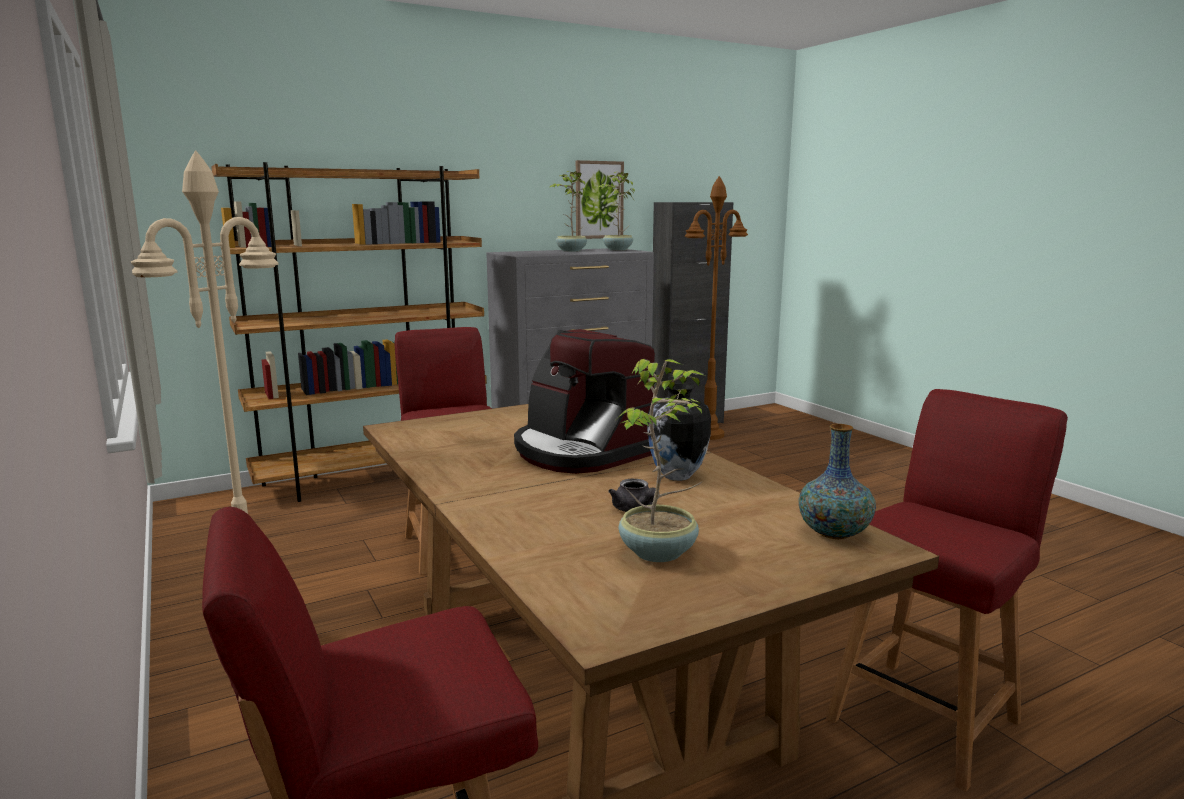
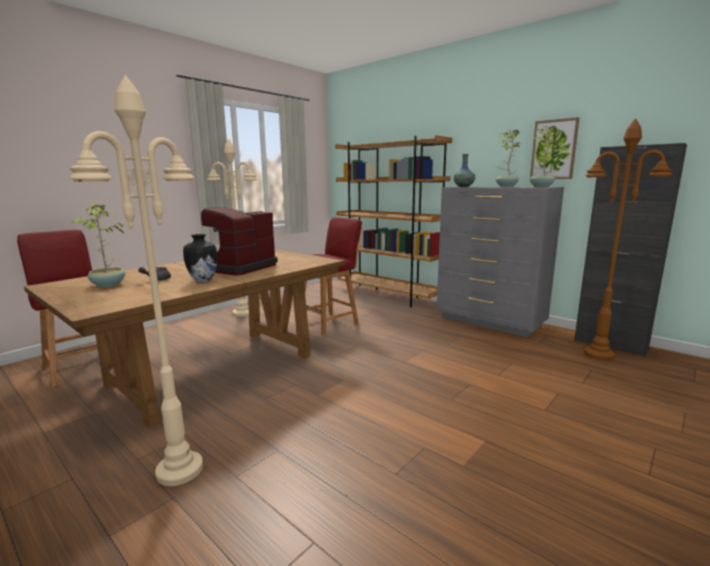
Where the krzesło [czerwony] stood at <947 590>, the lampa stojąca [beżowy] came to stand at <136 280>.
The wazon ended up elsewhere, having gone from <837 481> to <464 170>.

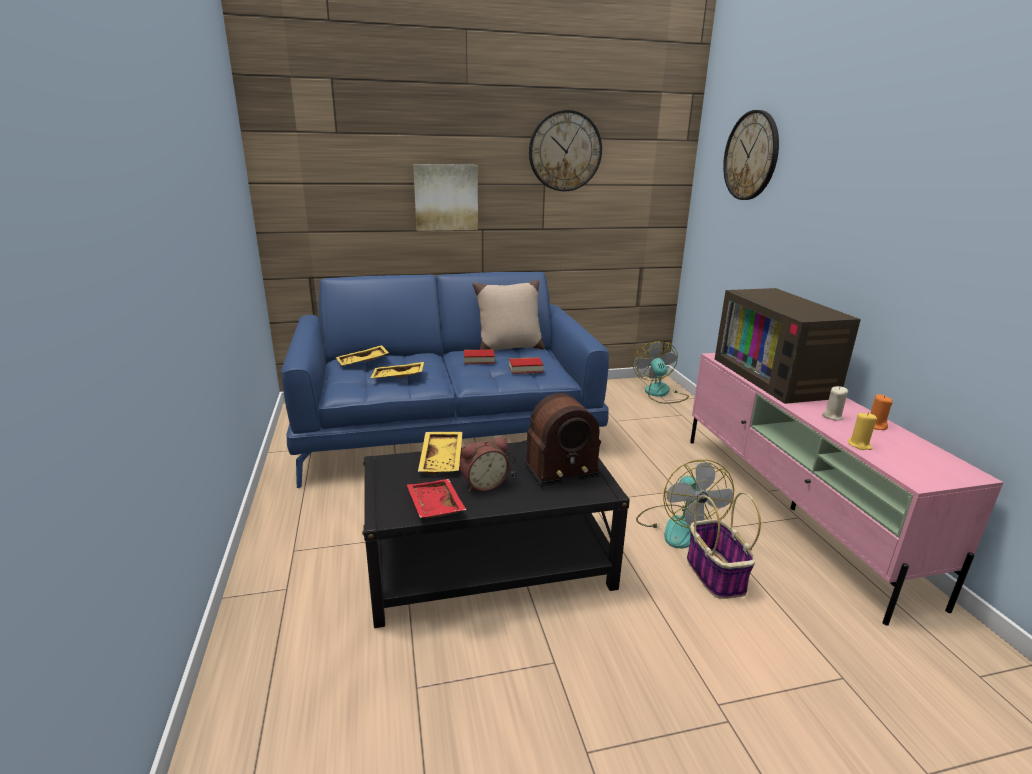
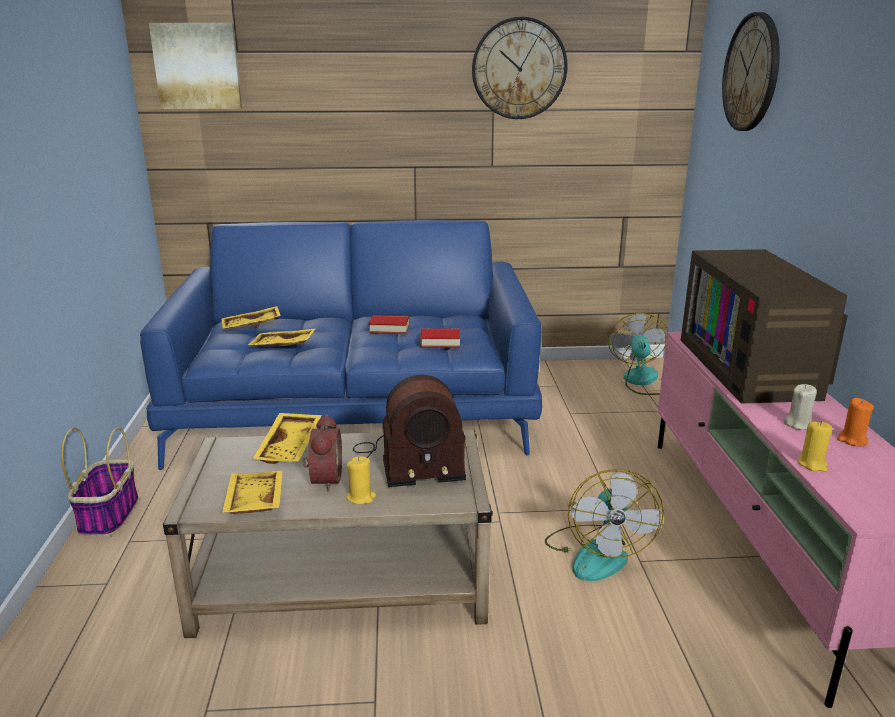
The obraz ended up elsewhere, having gone from <445 197> to <195 66>.
The second view lost the poduszka [beżowy] at <508 315>.
The budzik at <485 464> ended up facing another way, 75 degrees counterclockwise from before.
What was the ława [czarny] at <496 534> turned into the ława [beżowy] at <328 533>.
What was the taca [czerwony] at <436 498> turned into the taca [żółty] at <252 492>.
The koszyk ended up elsewhere, having gone from <724 545> to <100 482>.
The second view gained the świeca [żółty] at <361 480>.

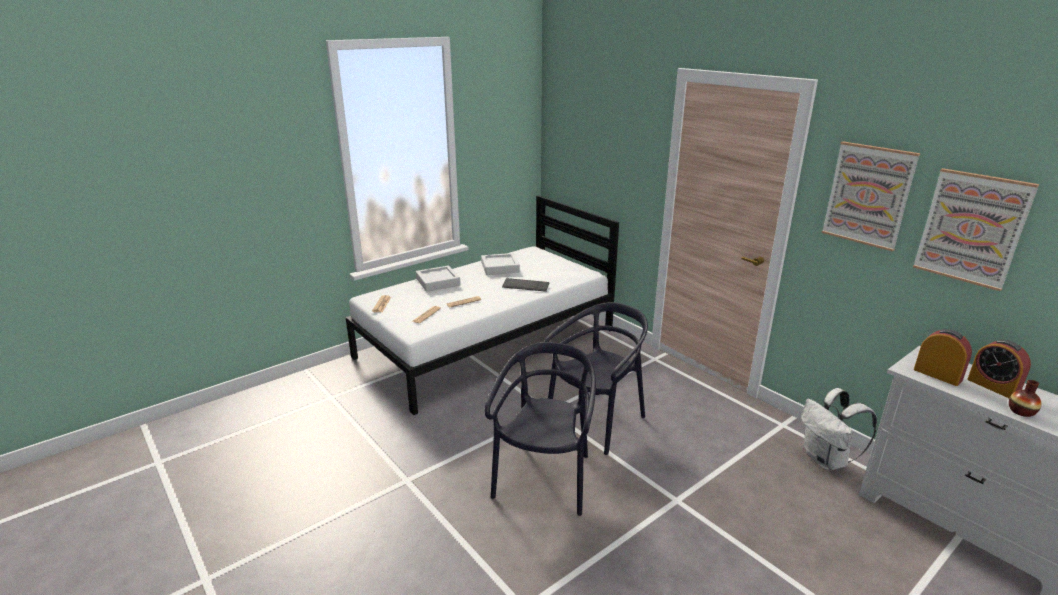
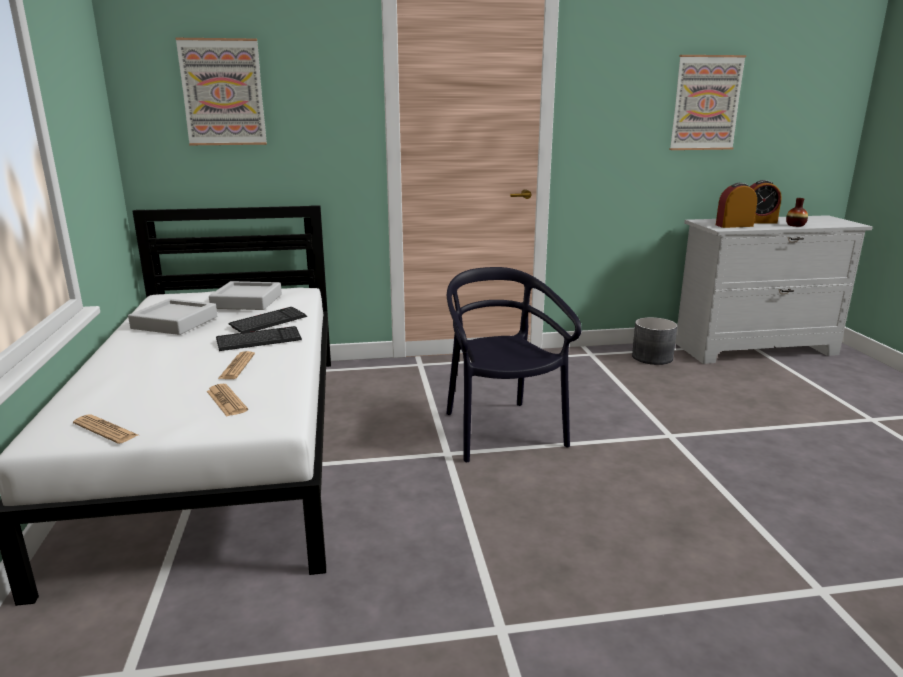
The obraz ended up elsewhere, having gone from <870 196> to <221 91>.
The taca [szary] ended up elsewhere, having gone from <438 278> to <245 295>.
The second view lost the krzesło [czarny] at <540 429>.
Where the plecak [biały] stood at <839 429>, the donica [szary] came to stand at <654 341>.
The second view gained the klawiatura at <259 338>.

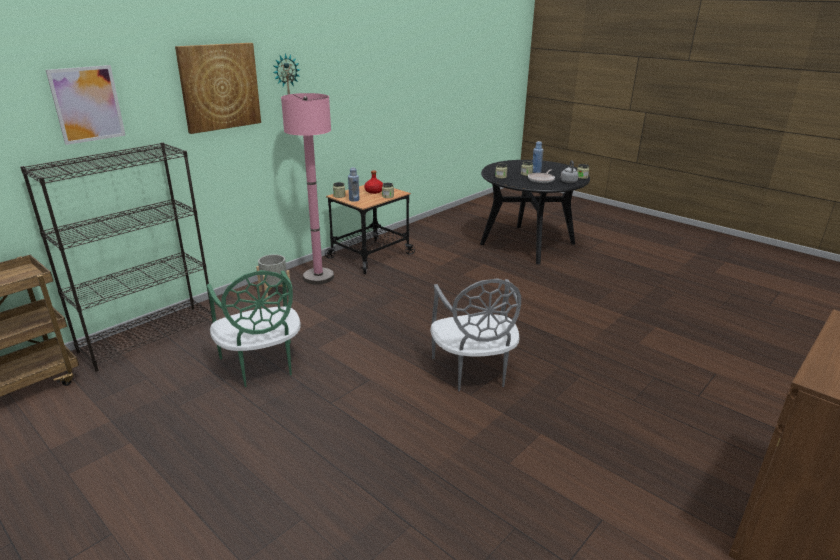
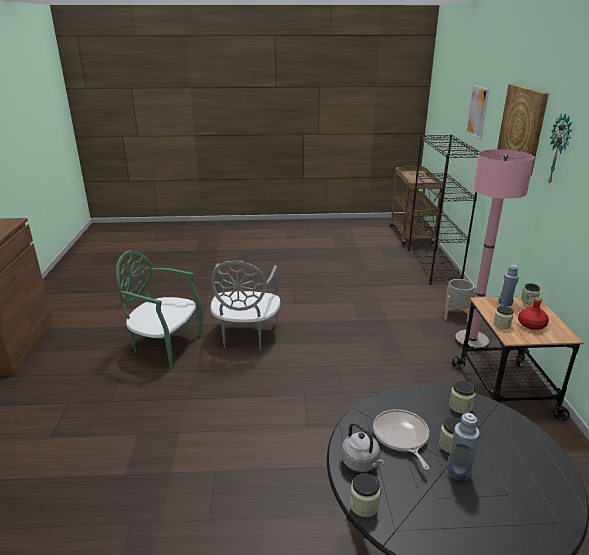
The krzesło [zielony] ended up elsewhere, having gone from <254 328> to <159 309>.
The krzesło [szary] at <475 335> ended up facing another way, 120 degrees counterclockwise from before.

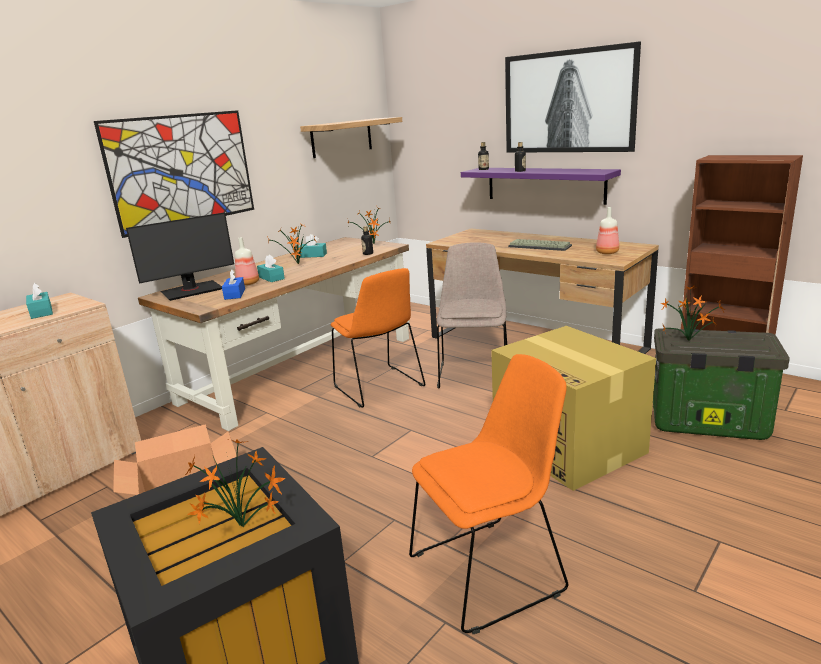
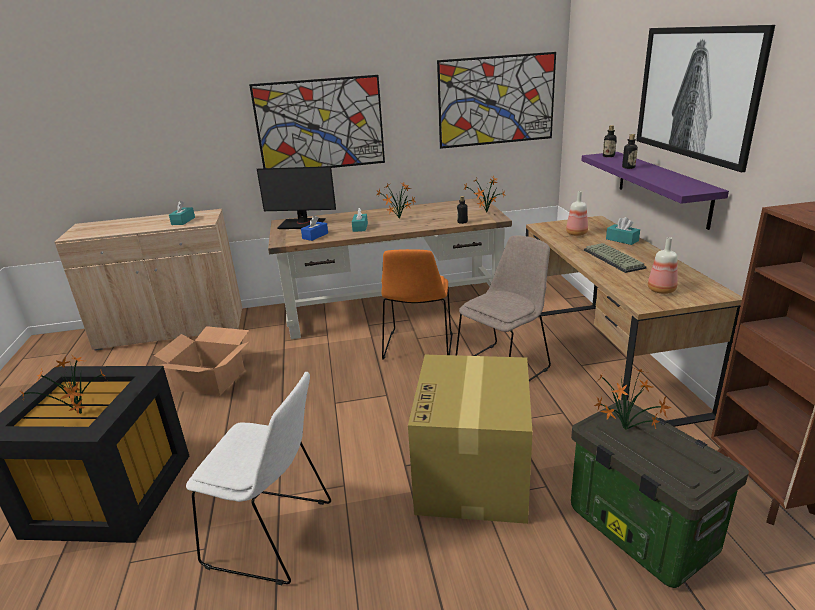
Where the półka hung at <351 137>, the obraz came to hang at <496 100>.
The pudełko chusteczek [turkusowy] ended up elsewhere, having gone from <312 246> to <623 231>.
The butelka ended up elsewhere, having gone from <247 261> to <577 213>.
What was the krzesło [pomarańczowy] at <488 494> turned into the krzesło [biały] at <258 478>.

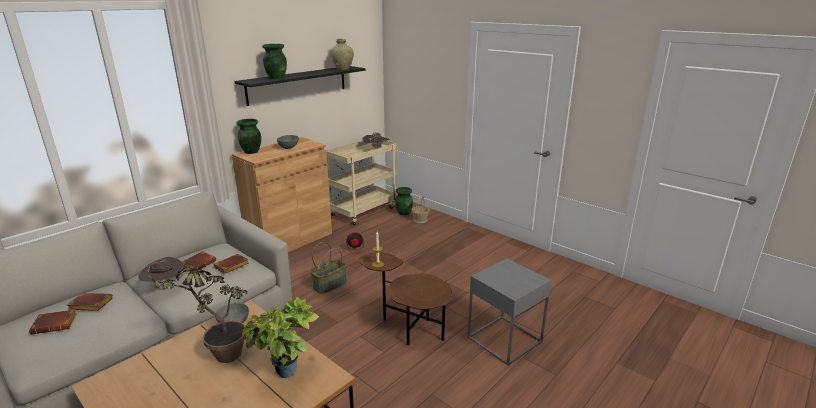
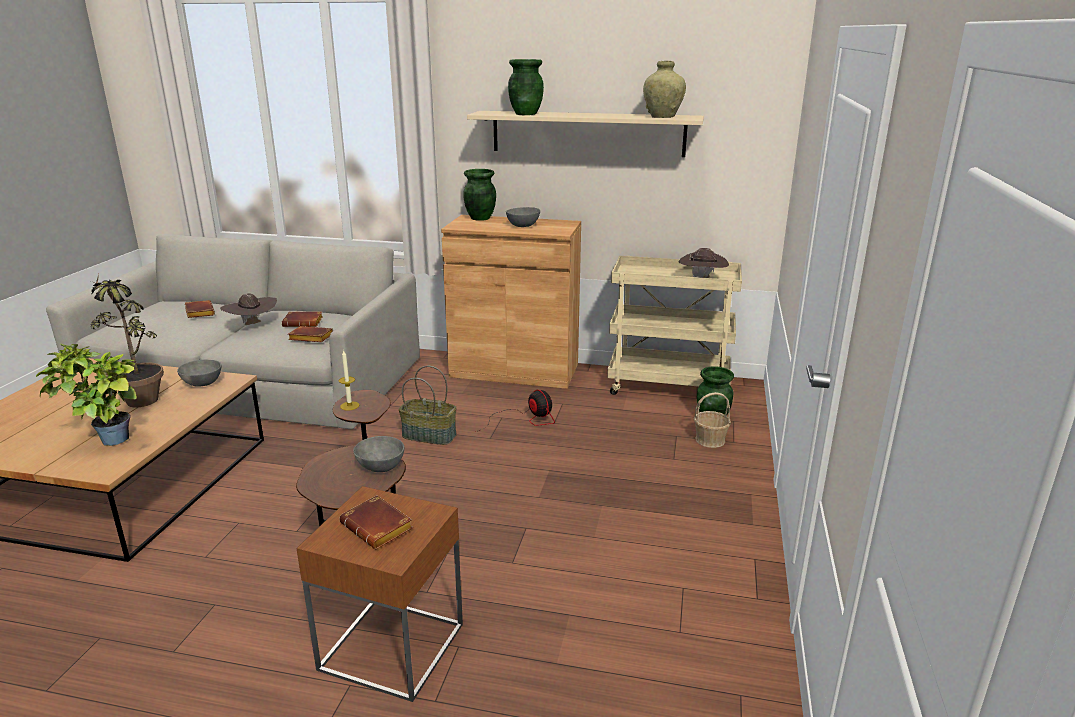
What was the półka [czarny] at <299 86> turned into the półka [beżowy] at <585 134>.
What was the stolik [szary] at <509 311> turned into the stolik [brązowy] at <379 594>.
The książka [brązowy] ended up elsewhere, having gone from <53 322> to <376 522>.
The second view gained the miska [szary] at <378 454>.

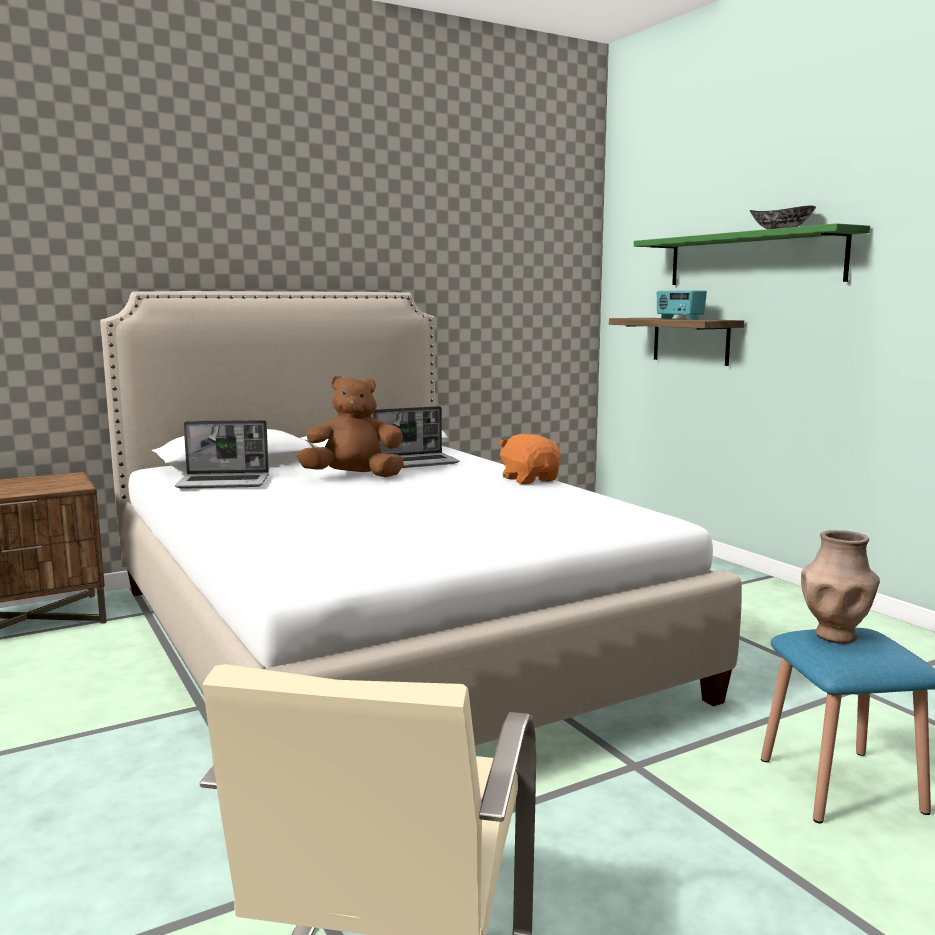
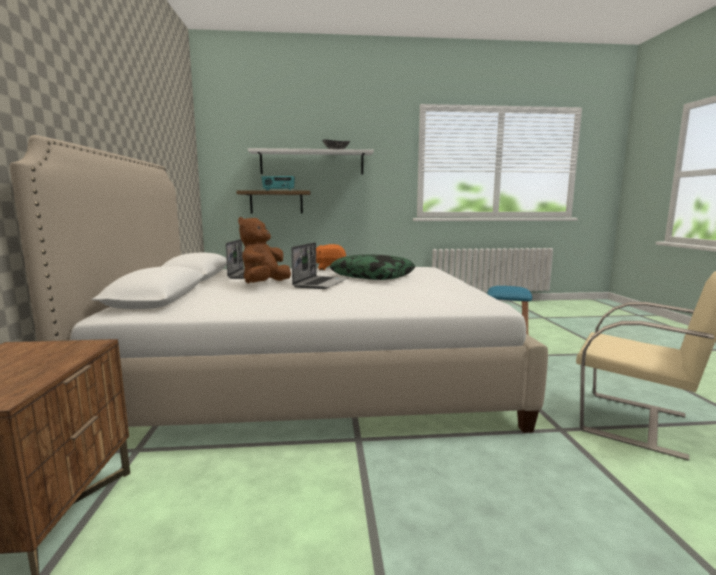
What was the półka [zielony] at <752 254> turned into the półka [biały] at <311 161>.
The laptop ended up elsewhere, having gone from <222 454> to <319 265>.
The second view lost the wazon [brązowy] at <840 587>.
The second view gained the poduszka at <372 267>.

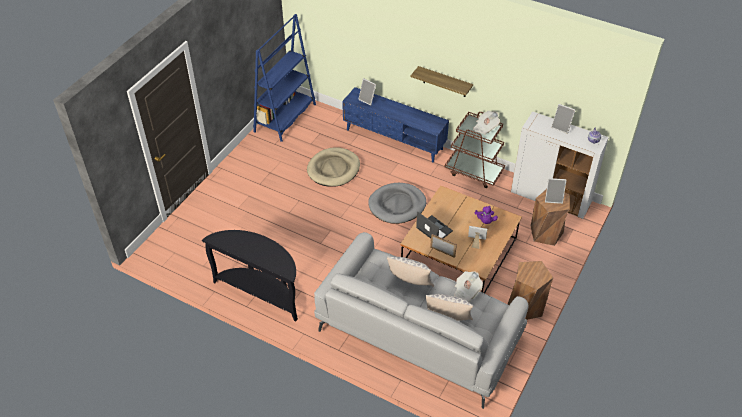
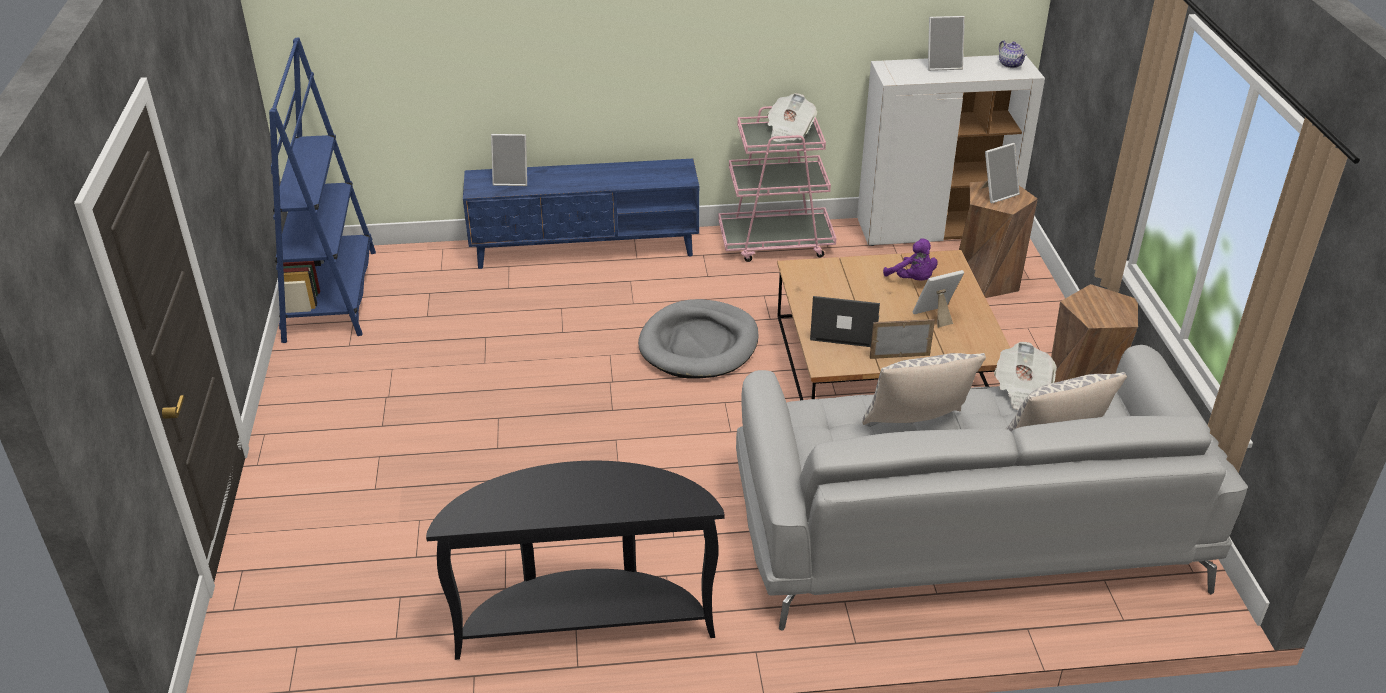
The second view lost the półka at <441 81>.
What was the wózek [brązowy] at <475 150> turned into the wózek [różowy] at <777 184>.
The second view lost the legowisko [beżowy] at <333 167>.

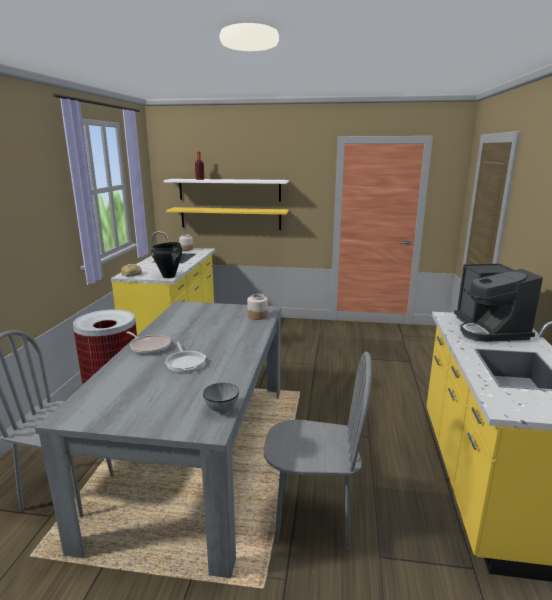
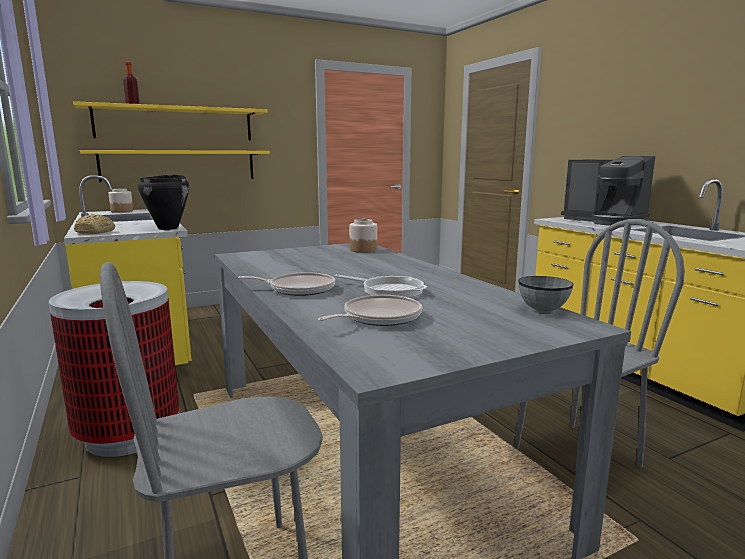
What was the półka [biały] at <226 190> turned into the półka [żółty] at <170 120>.
The second view gained the patelnia at <370 310>.

